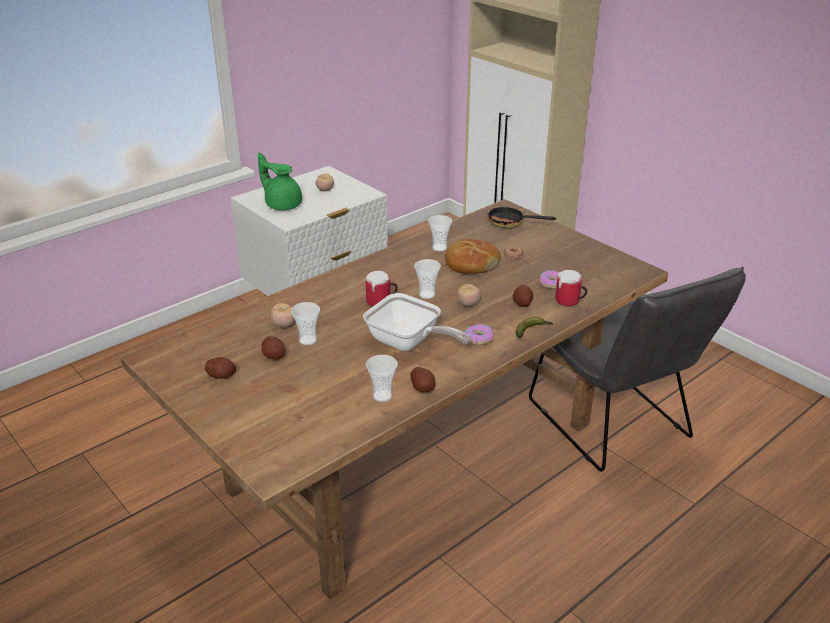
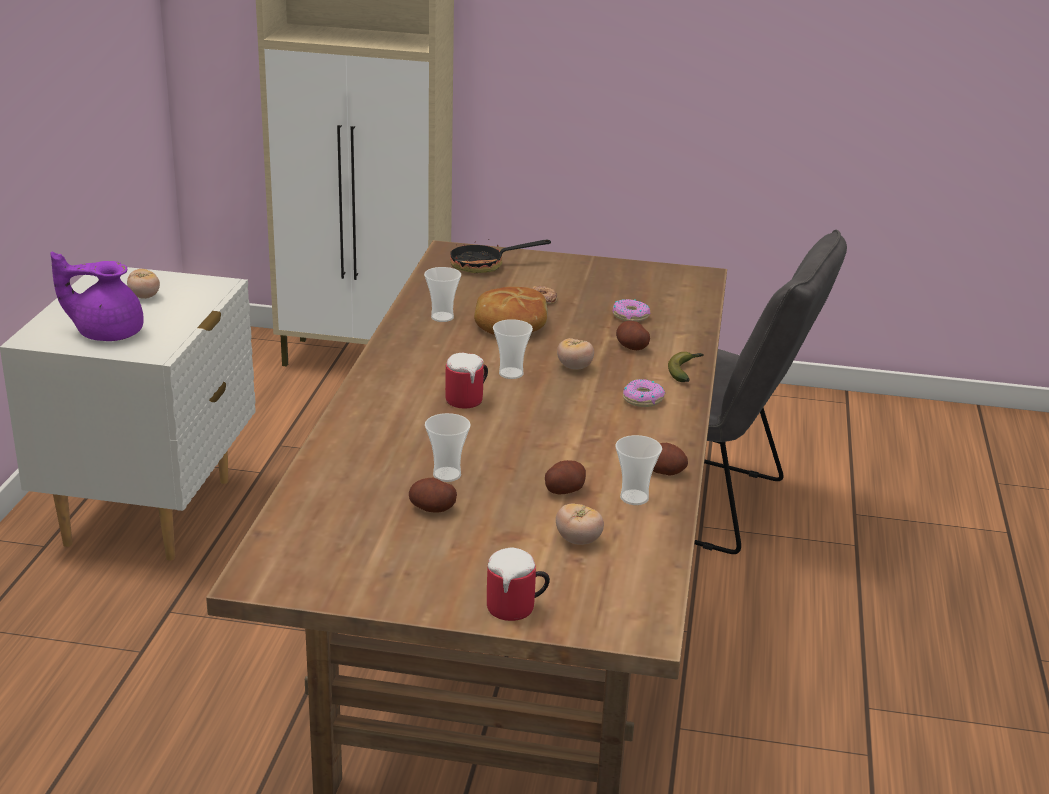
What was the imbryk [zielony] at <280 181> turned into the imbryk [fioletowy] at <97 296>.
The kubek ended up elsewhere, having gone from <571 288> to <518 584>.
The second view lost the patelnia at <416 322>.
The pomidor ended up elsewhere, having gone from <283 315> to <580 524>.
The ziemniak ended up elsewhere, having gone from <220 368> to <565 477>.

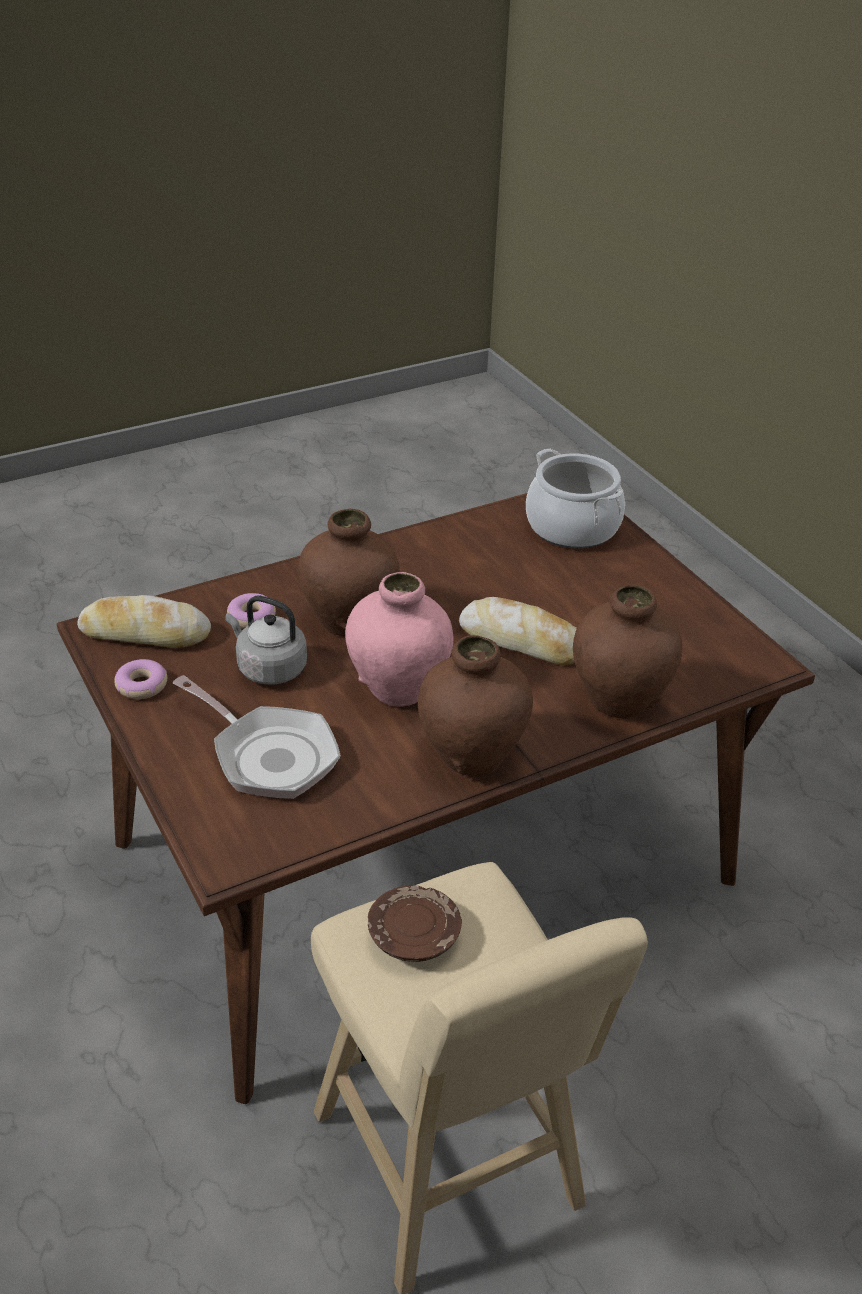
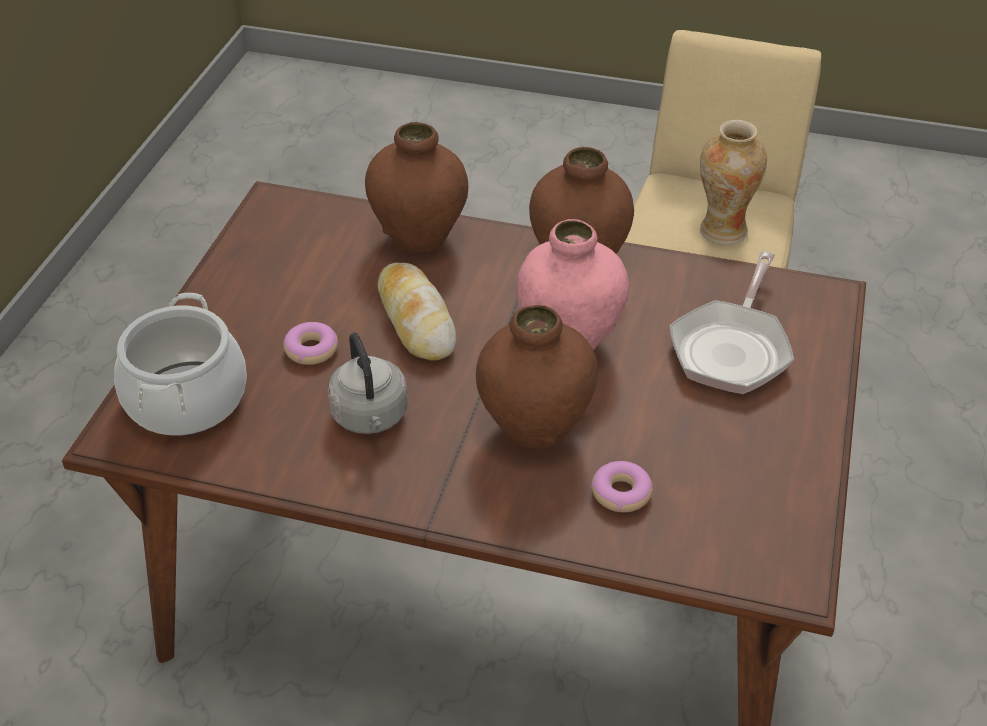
The second view lost the chleb at <144 621>.
The czajnik [szary] ended up elsewhere, having gone from <266 640> to <367 383>.
The donut ended up elsewhere, having gone from <140 679> to <311 343>.
The patelnia at <257 737> ended up facing another way, 150 degrees counterclockwise from before.
Where the talerz [brązowy] stood at <415 923>, the wazon came to stand at <733 182>.

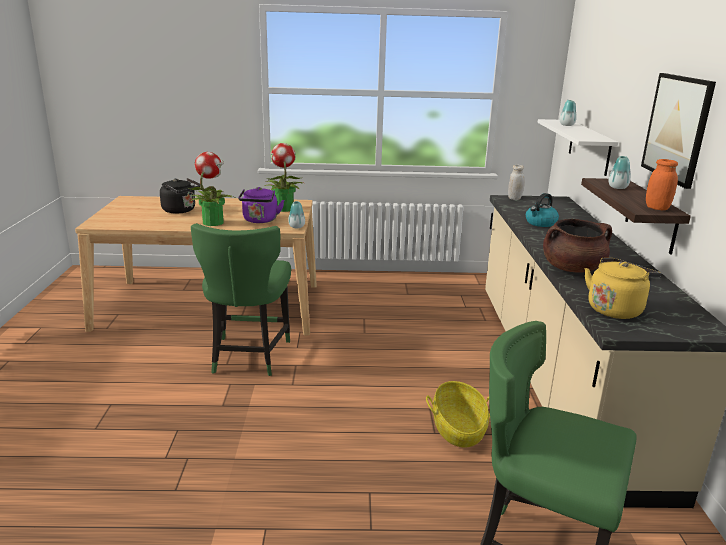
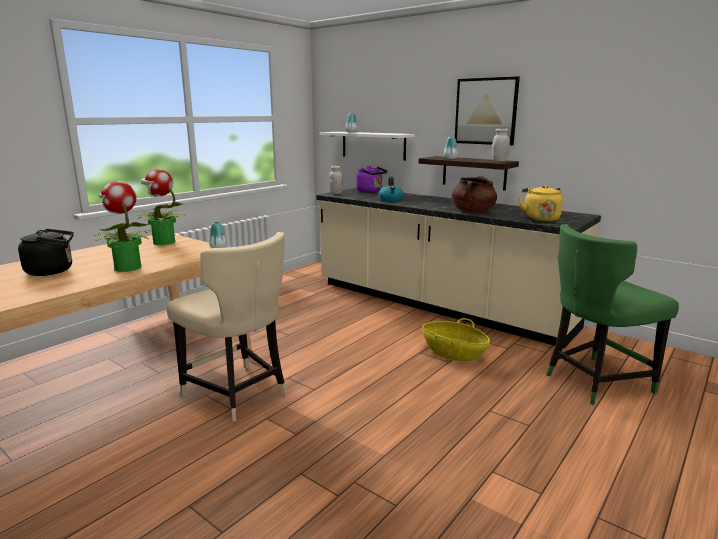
What was the słoik [pomarańczowy] at <662 184> turned into the słoik [biały] at <501 144>.
The czajnik [fioletowy] ended up elsewhere, having gone from <261 205> to <371 179>.
What was the krzesło [zielony] at <241 299> turned into the krzesło [beżowy] at <227 327>.

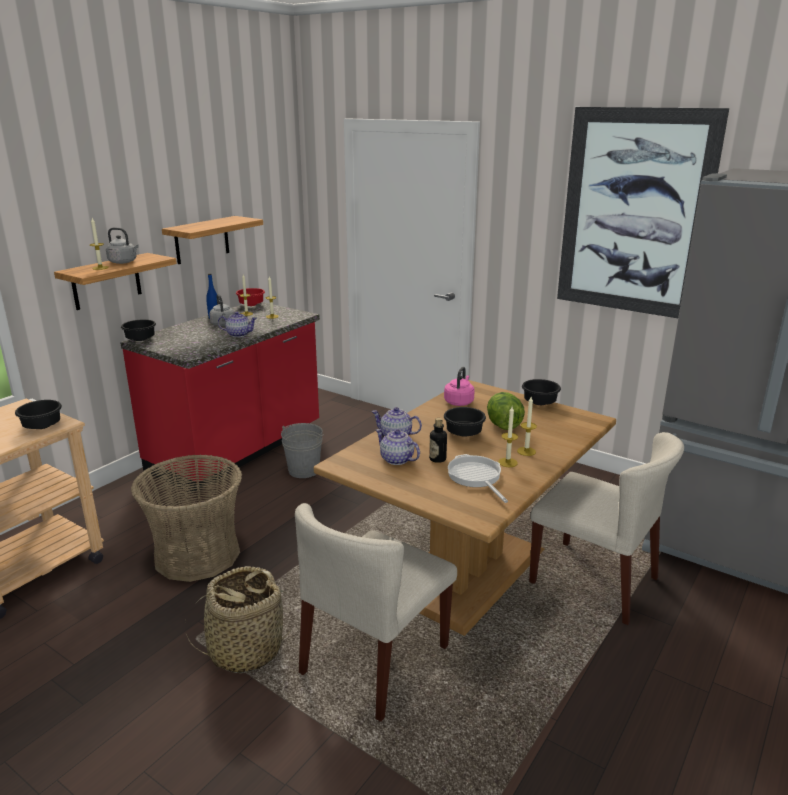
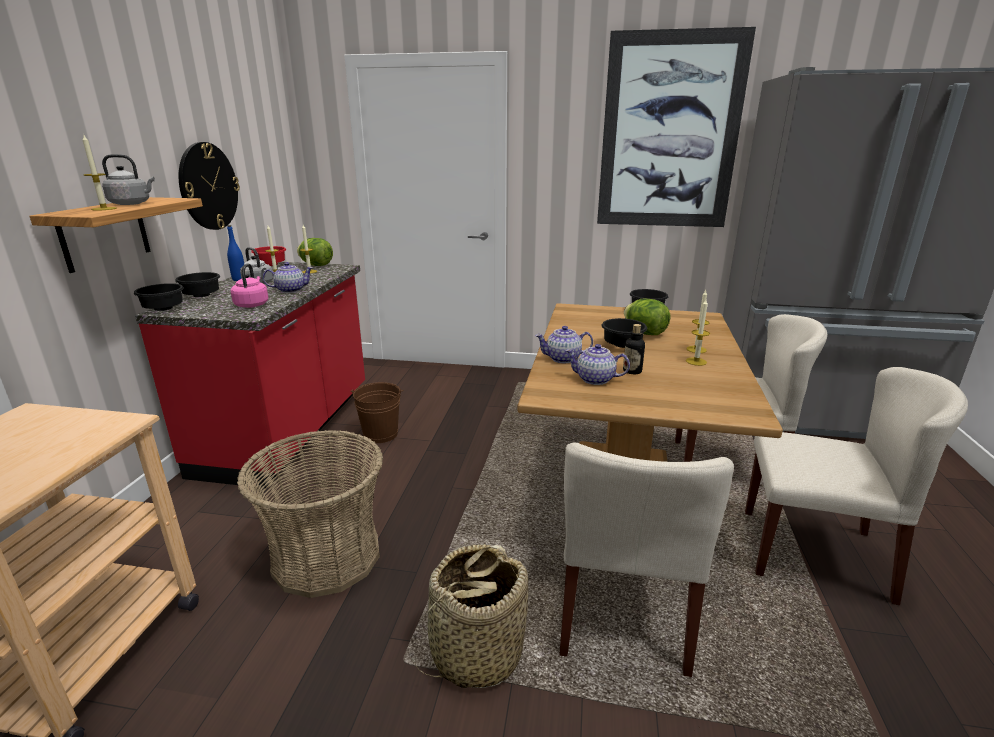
Where the półka hung at <212 240>, the zegar ścienny came to hang at <209 186>.
The czajnik [różowy] ended up elsewhere, having gone from <459 386> to <249 285>.
The miska [czarny] ended up elsewhere, having gone from <38 414> to <197 284>.
What was the wiadro [szary] at <302 450> turned into the wiadro [brązowy] at <377 412>.
The second view lost the patelnia at <478 478>.
The second view gained the sałata at <315 252>.
The second view gained the krzesło [beżowy] at <856 486>.

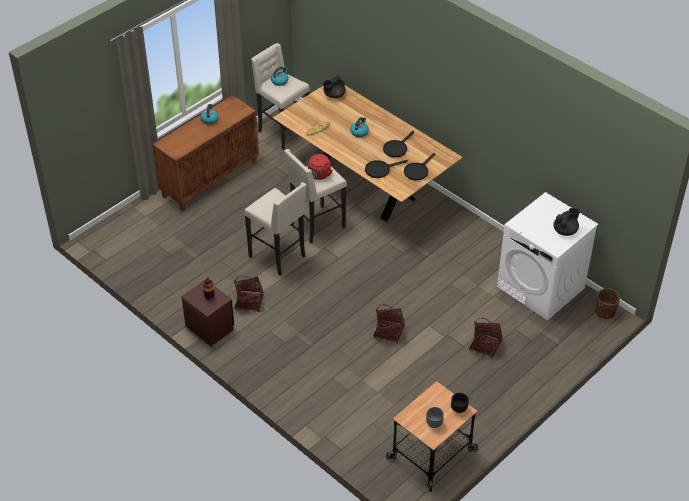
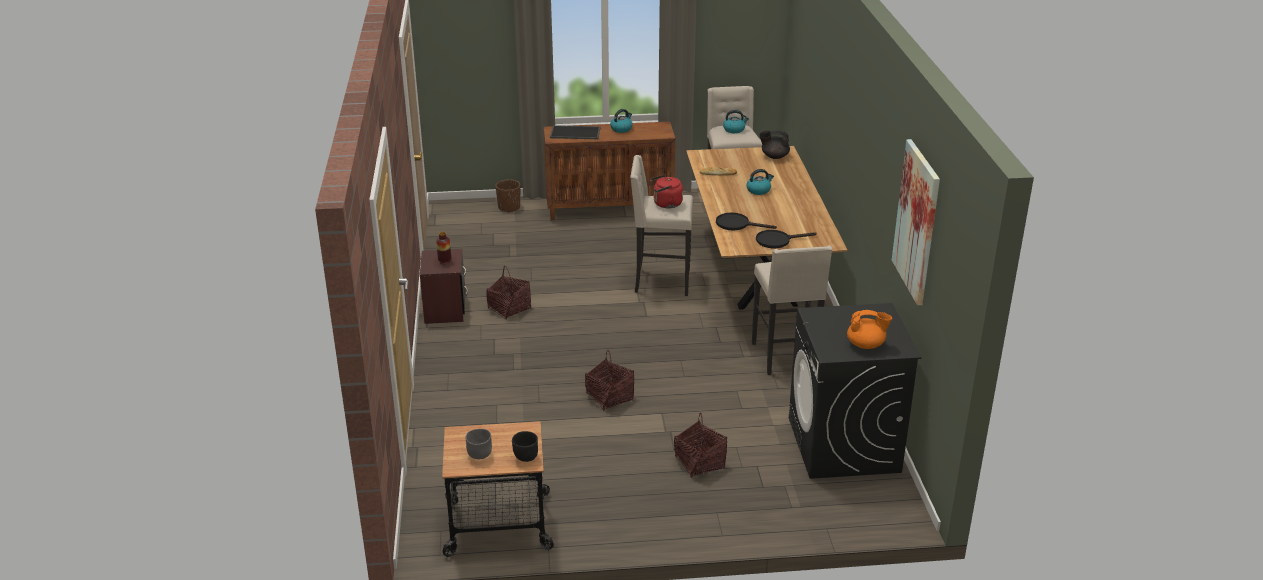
The second view lost the patelnia [czarny] at <398 144>.
The stołek [beżowy] ended up elsewhere, having gone from <275 229> to <792 310>.
What was the pralka [biały] at <547 256> turned into the pralka [czarny] at <855 391>.
What was the imbryk [czarny] at <566 222> turned into the imbryk [pomarańczowy] at <869 329>.
The donica [brązowy] ended up elsewhere, having gone from <607 303> to <507 196>.
The second view gained the taca at <575 132>.
The second view gained the obraz at <916 222>.

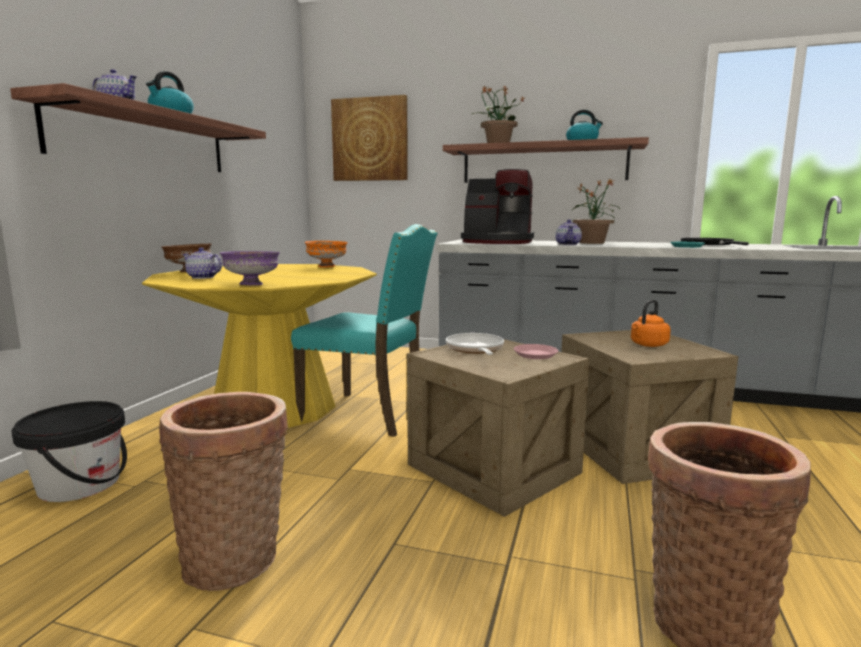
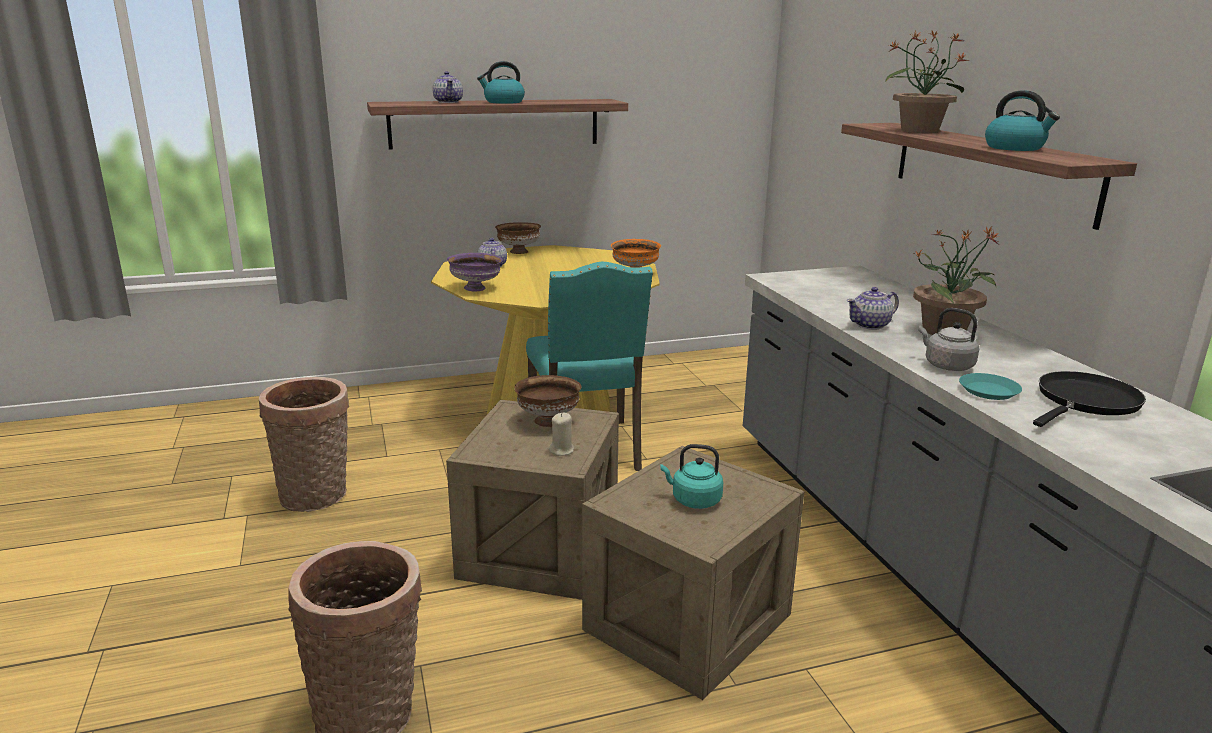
The second view lost the obraz at <369 138>.
The second view lost the ekspres do kawy at <497 206>.
What was the czajnik [pomarańczowy] at <651 323> turned into the czajnik [turkusowy] at <692 476>.
Where the patelnia stood at <475 344>, the miska [brązowy] came to stand at <548 401>.
Where the talerz [różowy] stood at <536 351>, the świeca [beżowy] came to stand at <561 434>.
The second view lost the wiadro [czarny] at <69 451>.
The second view gained the czajnik [szary] at <949 339>.

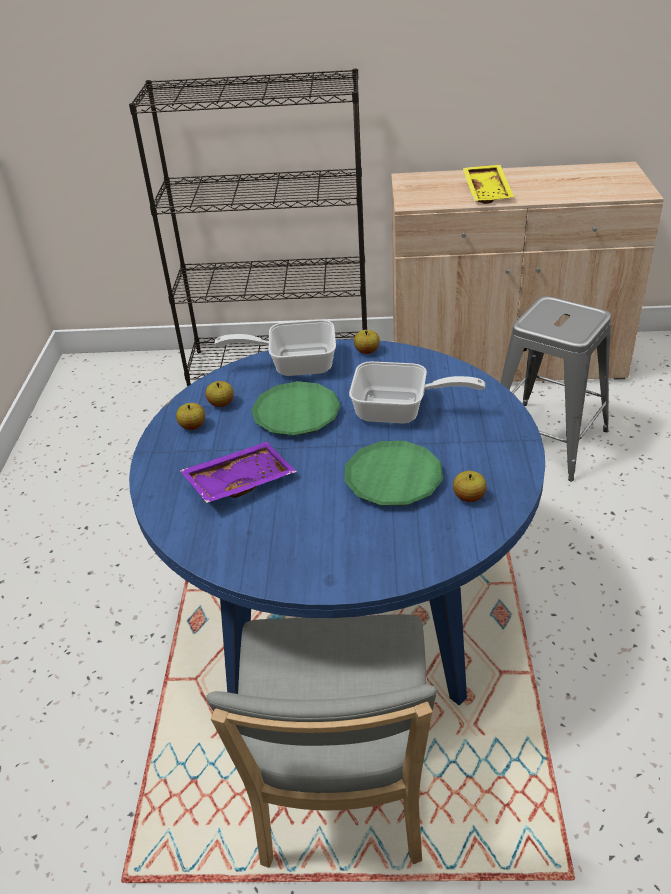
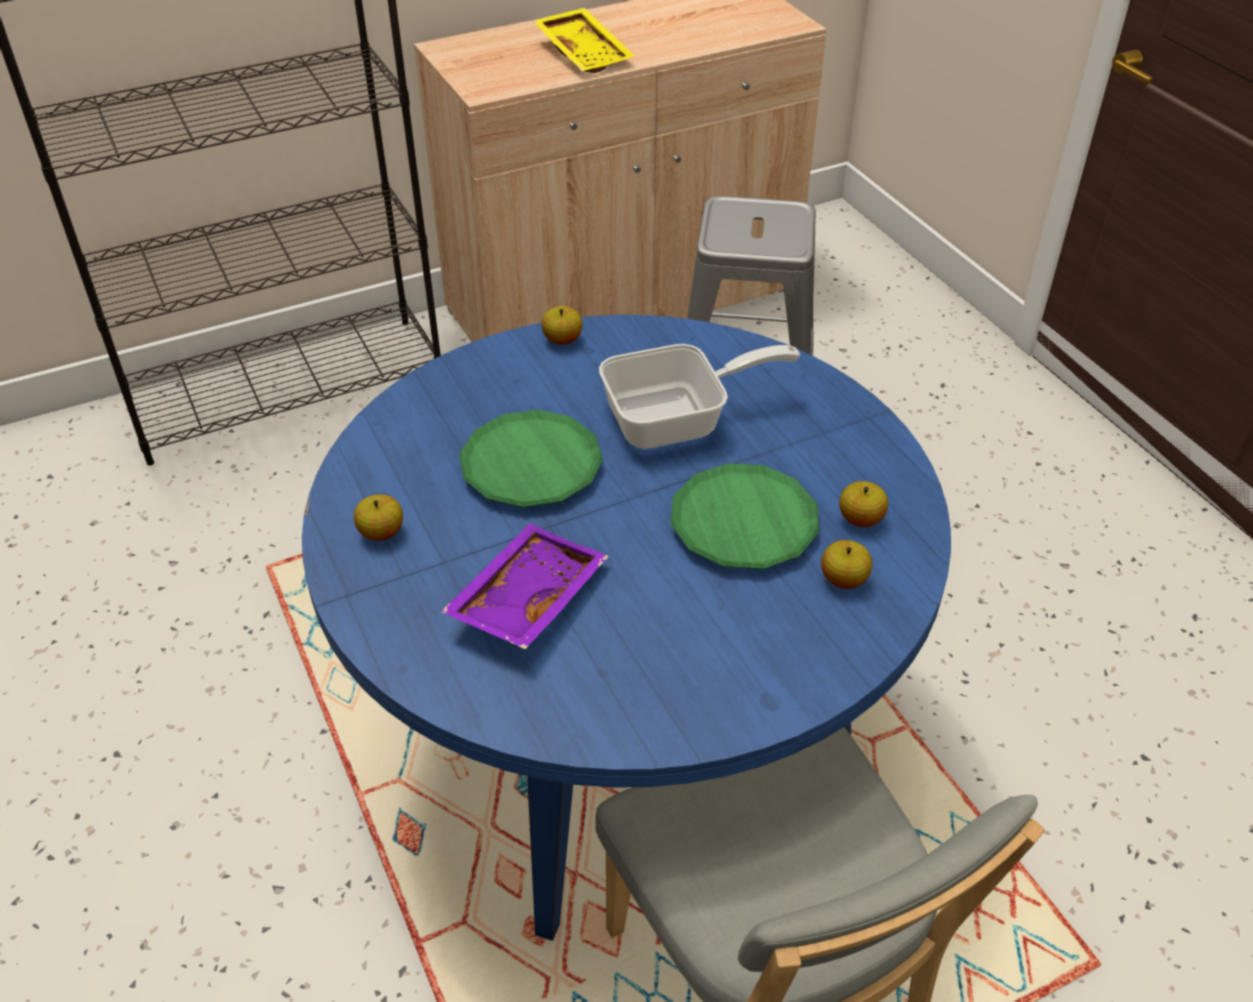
The second view lost the patelnia at <275 348>.
The jabłko ended up elsewhere, having gone from <220 394> to <846 564>.

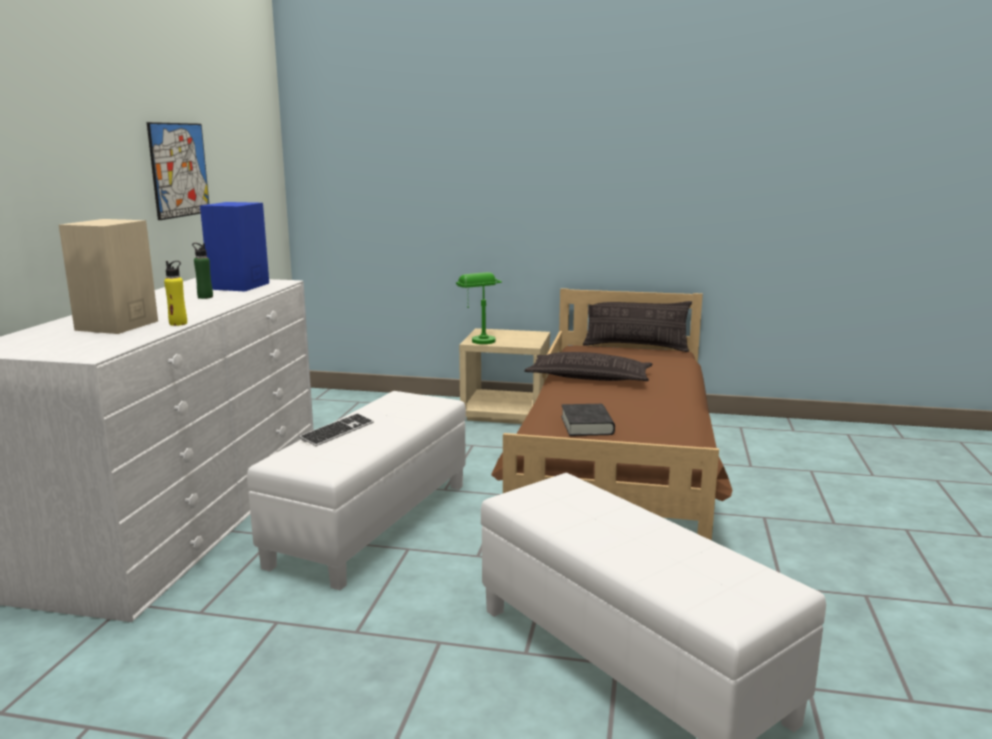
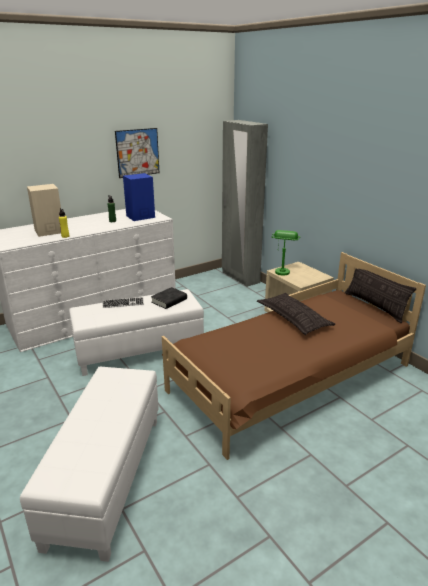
The książka [czarny] ended up elsewhere, having gone from <588 420> to <169 298>.
The second view gained the szafa [szary] at <245 203>.

